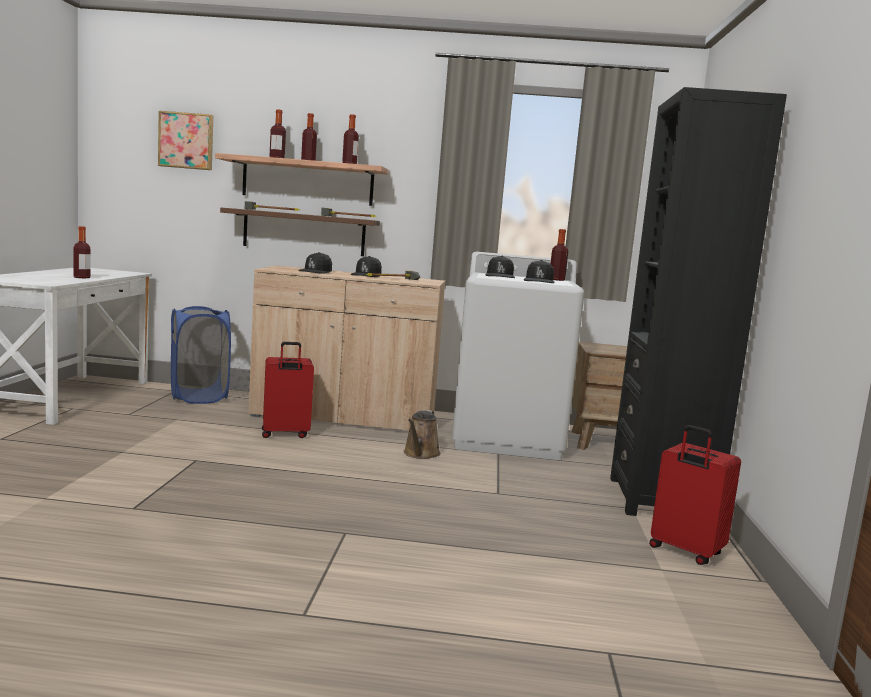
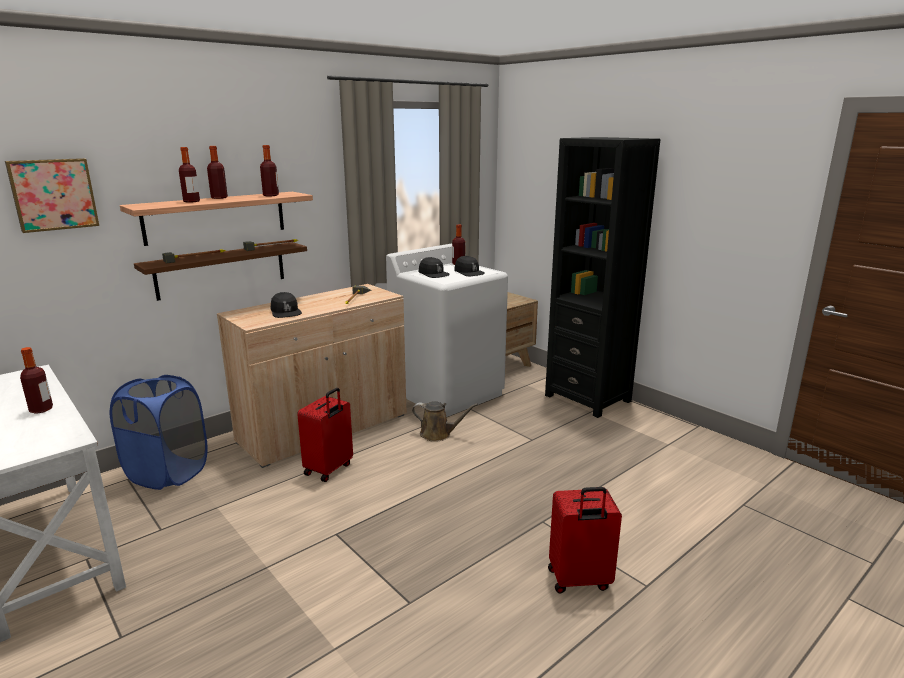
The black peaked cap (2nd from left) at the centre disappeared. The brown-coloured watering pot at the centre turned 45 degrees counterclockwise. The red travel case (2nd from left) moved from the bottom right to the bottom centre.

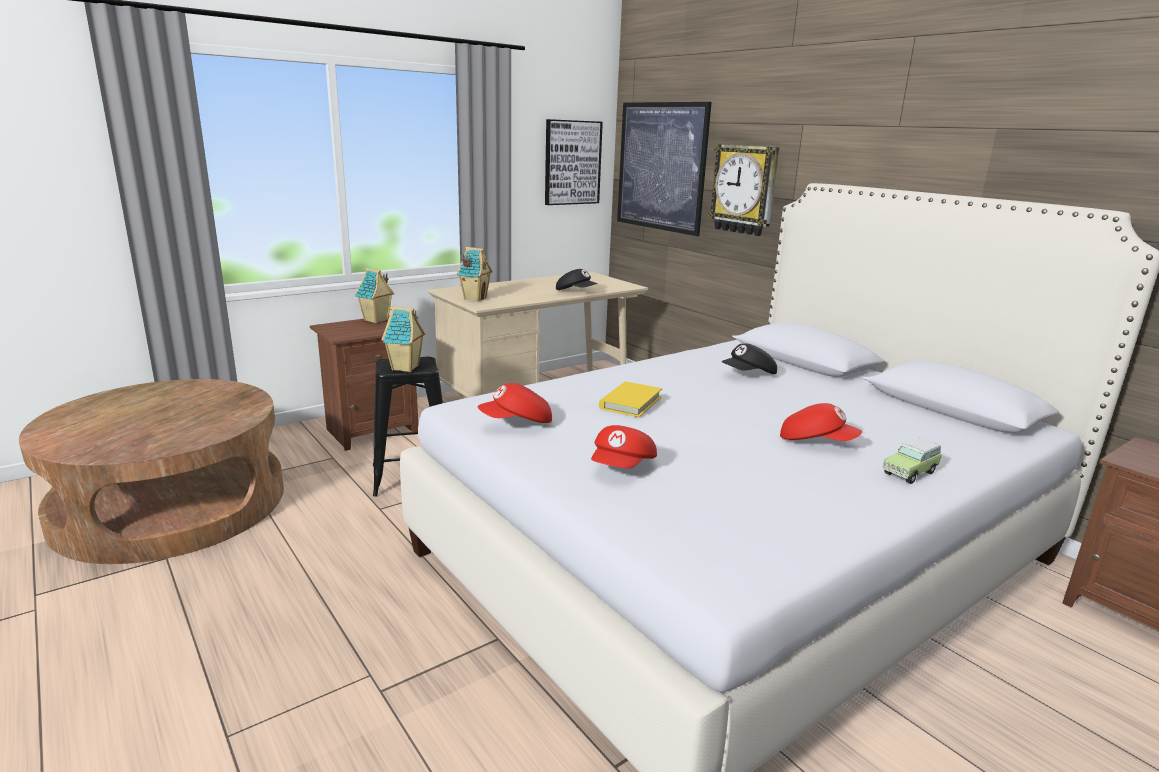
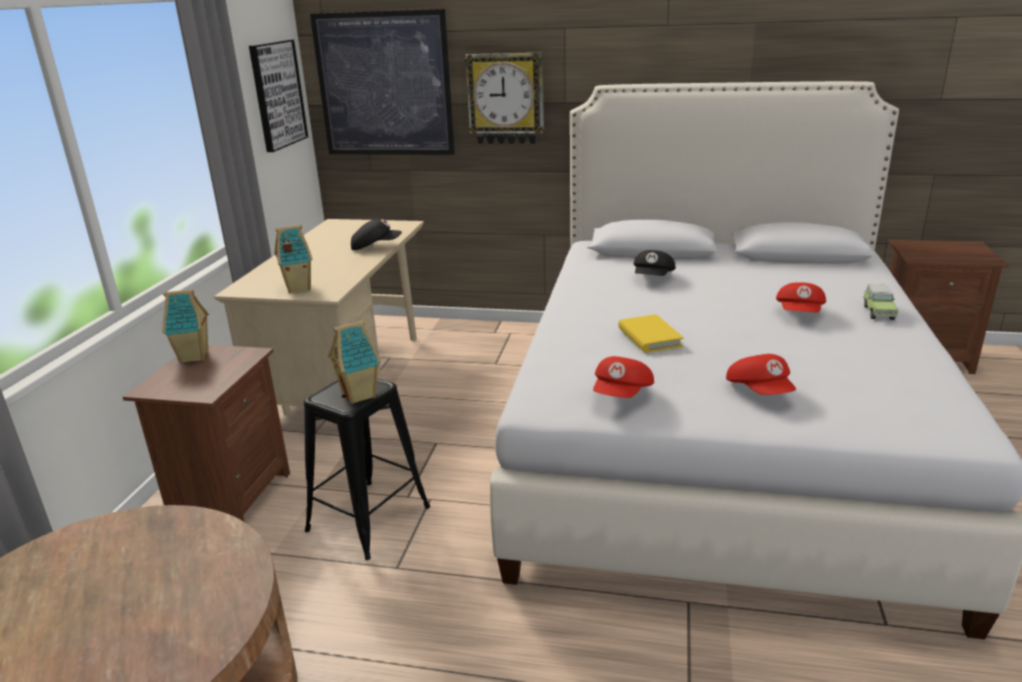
The red peaked cap (3rd from left) at the middle right turned 120 degrees clockwise.

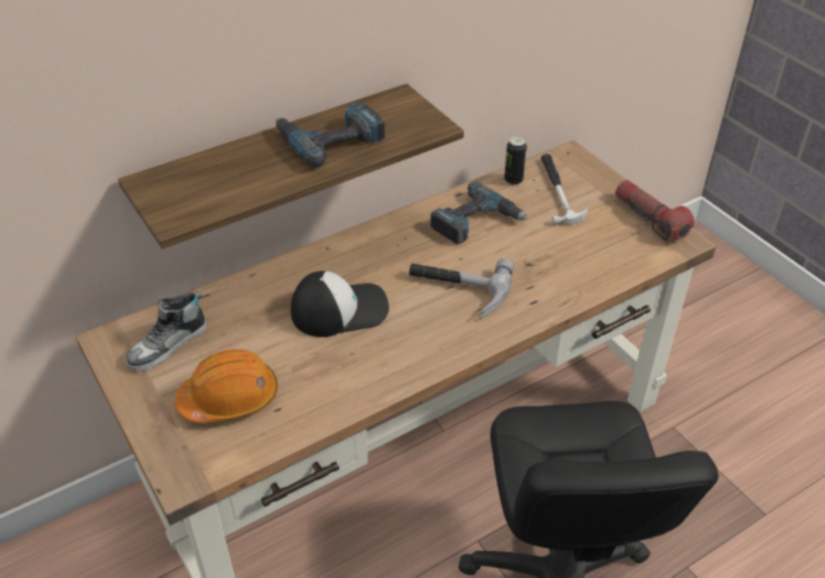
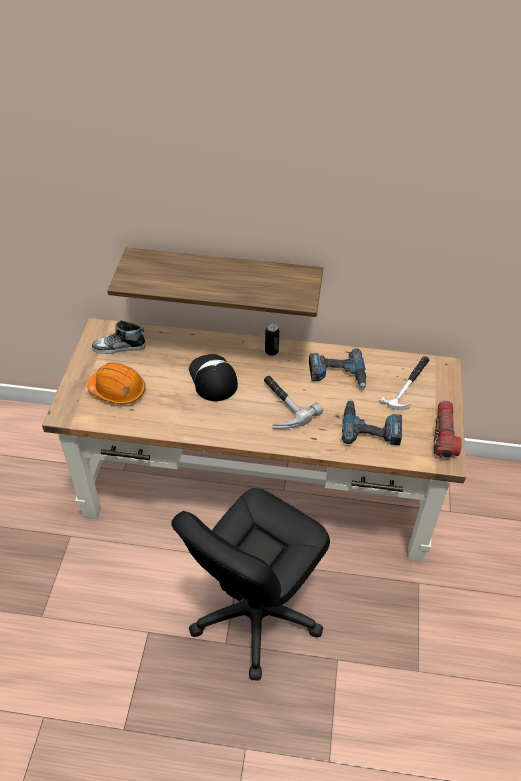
The power drill (1st from left in the first image) moved from the top centre to the middle right. The sealed can moved from the top centre to the centre. The peaked cap at the centre turned 135 degrees counterclockwise.

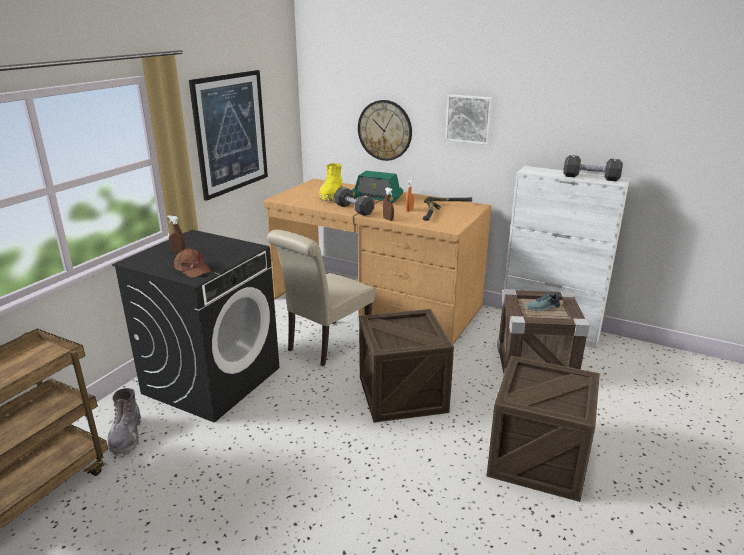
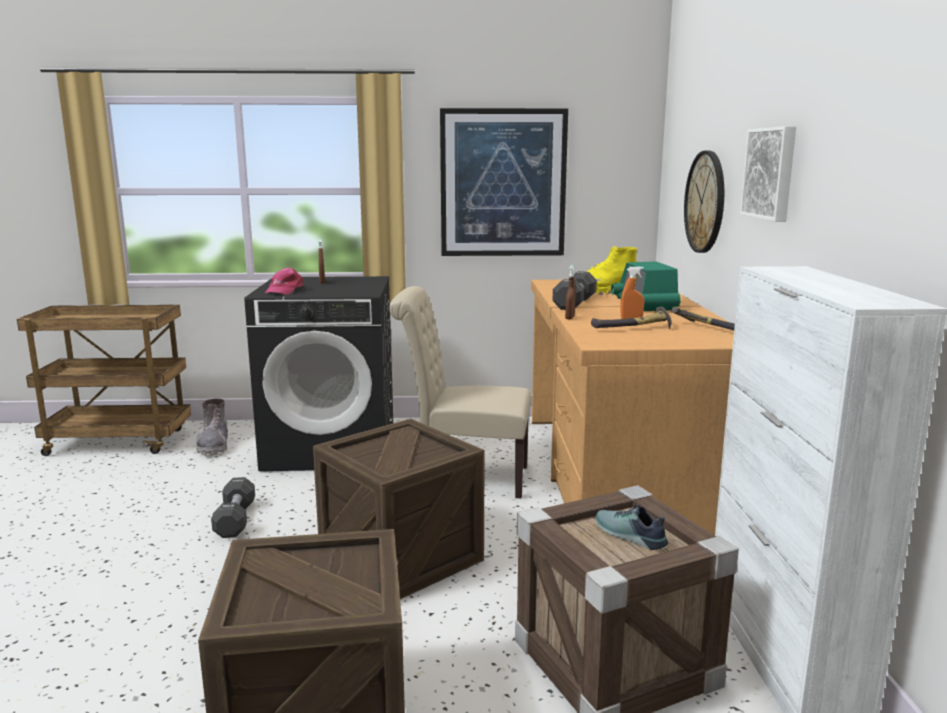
The black dumbbell (2nd from left in the first image) moved from the top right to the bottom left. The brown-coloured peaked cap at the middle left became the pink-coloured peaked cap at the middle left. The greyish boot at the bottom left turned 60 degrees counterclockwise.

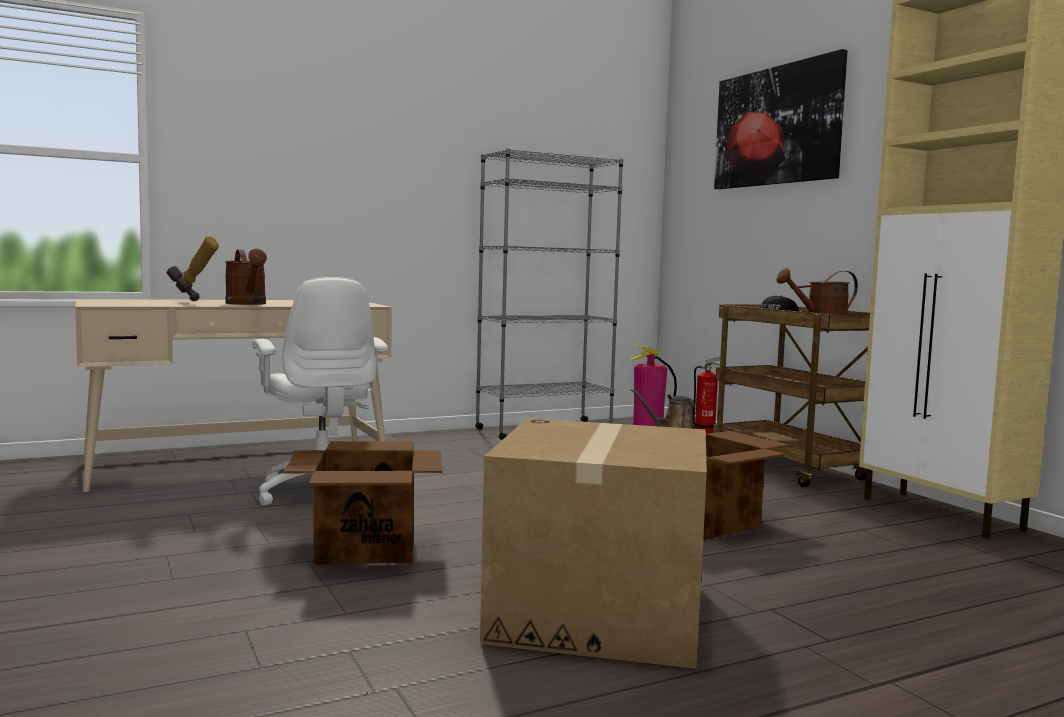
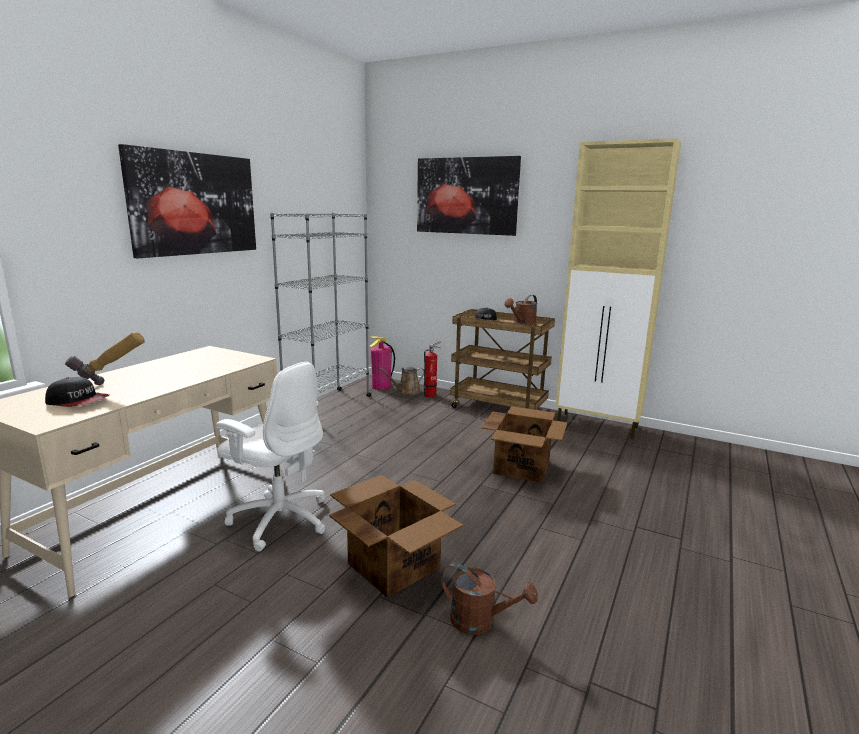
The brown-coloured watering pot (1st from left in the first image) moved from the middle left to the bottom centre. The packing box (2nd from left) at the bottom centre disappeared. The wall art (1st from left) at the top left appeared. The peaked cap (1st from left) at the middle left appeared.

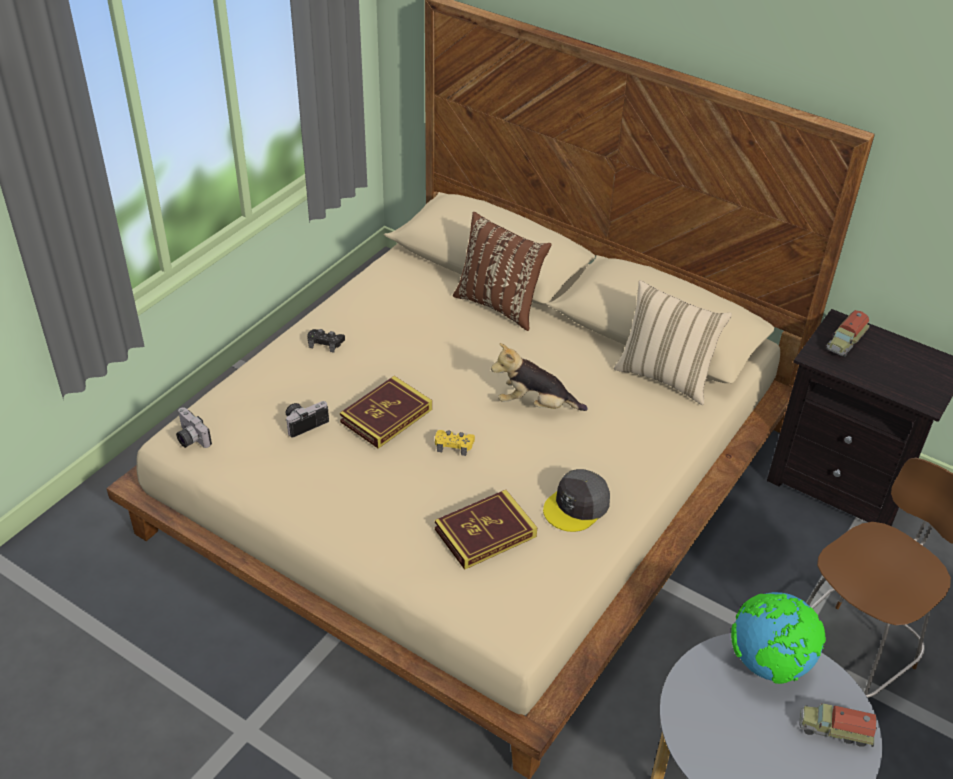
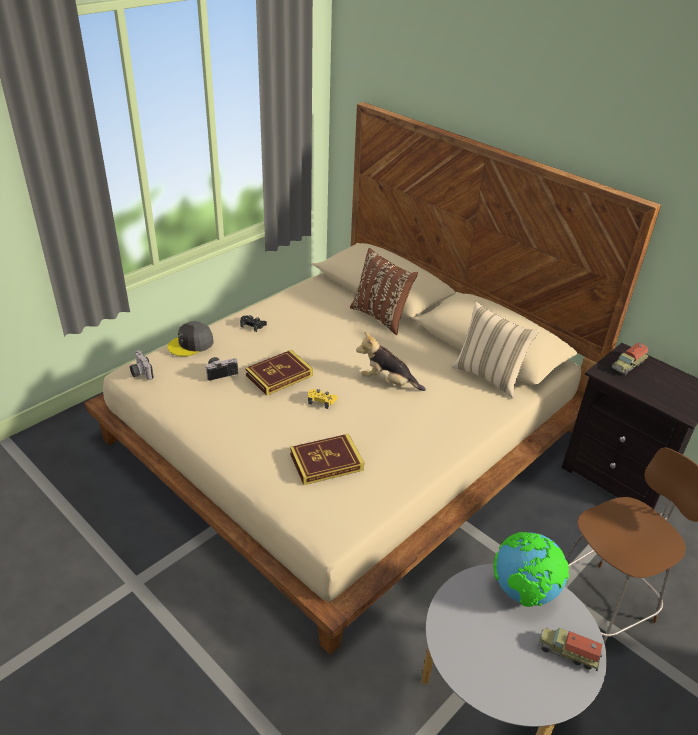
The greyish peaked cap moved from the centre to the middle left.

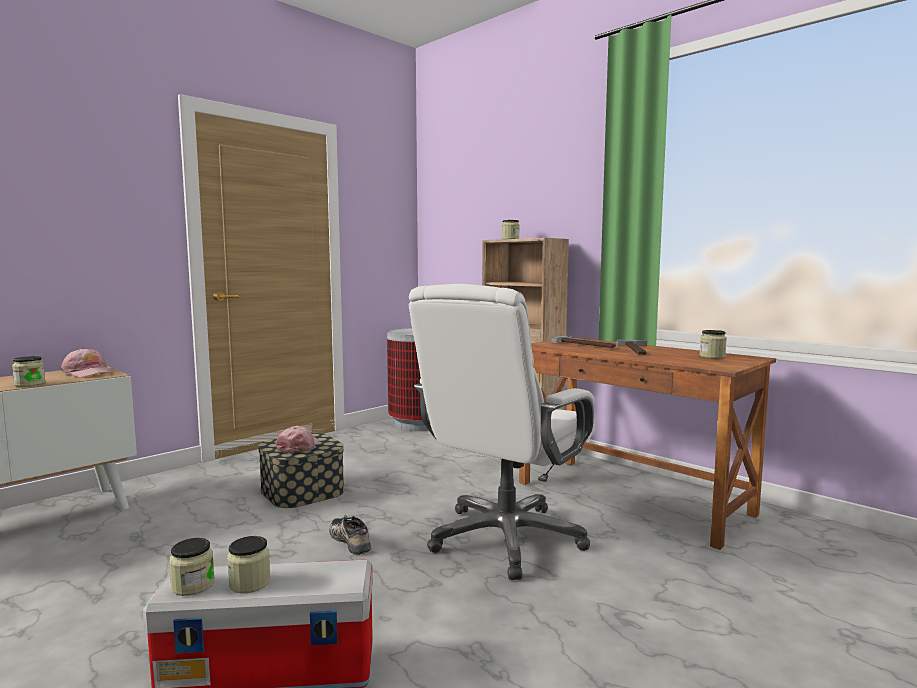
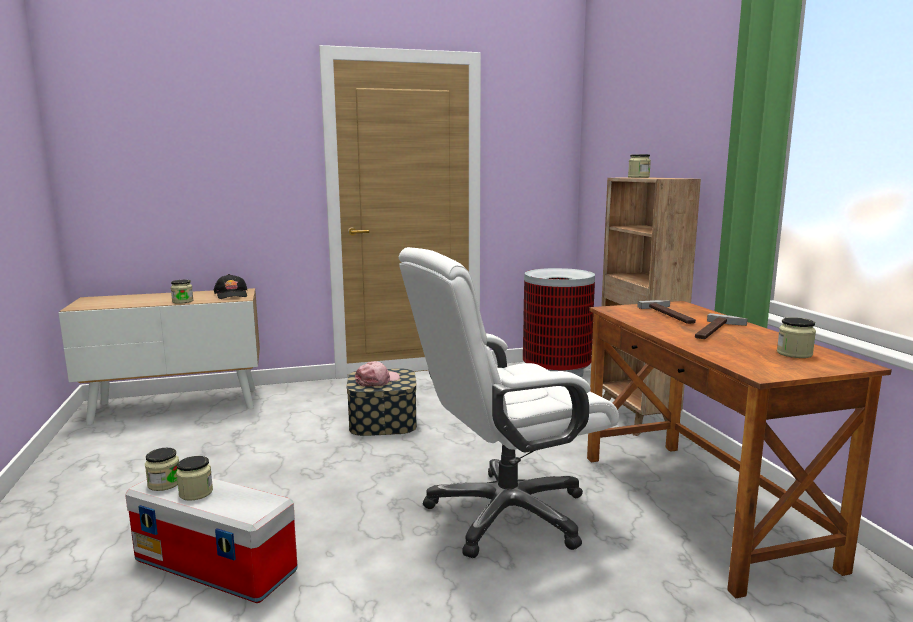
The pink-coloured peaked cap (1st from left) at the middle left became the black peaked cap at the middle left. The item of footwear at the bottom centre disappeared.

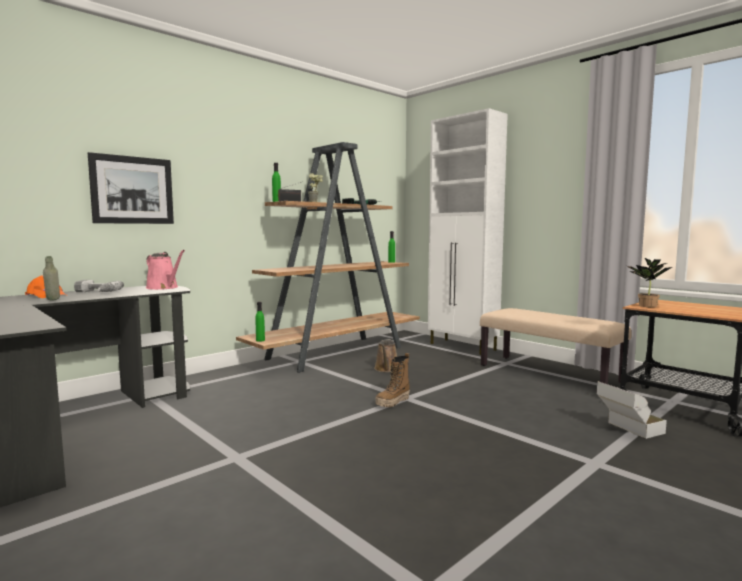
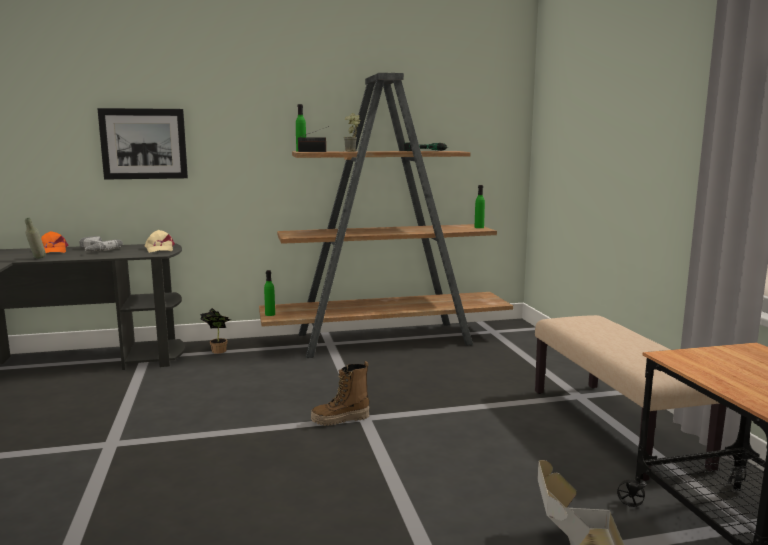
The white-coloured cabinet at the centre disappeared. The pink-coloured watering pot at the middle left was replaced by the beige-coloured peaked cap at the middle left. The houseplant (2nd from left in the first image) moved from the middle right to the middle left. The brown-coloured watering pot at the centre disappeared.

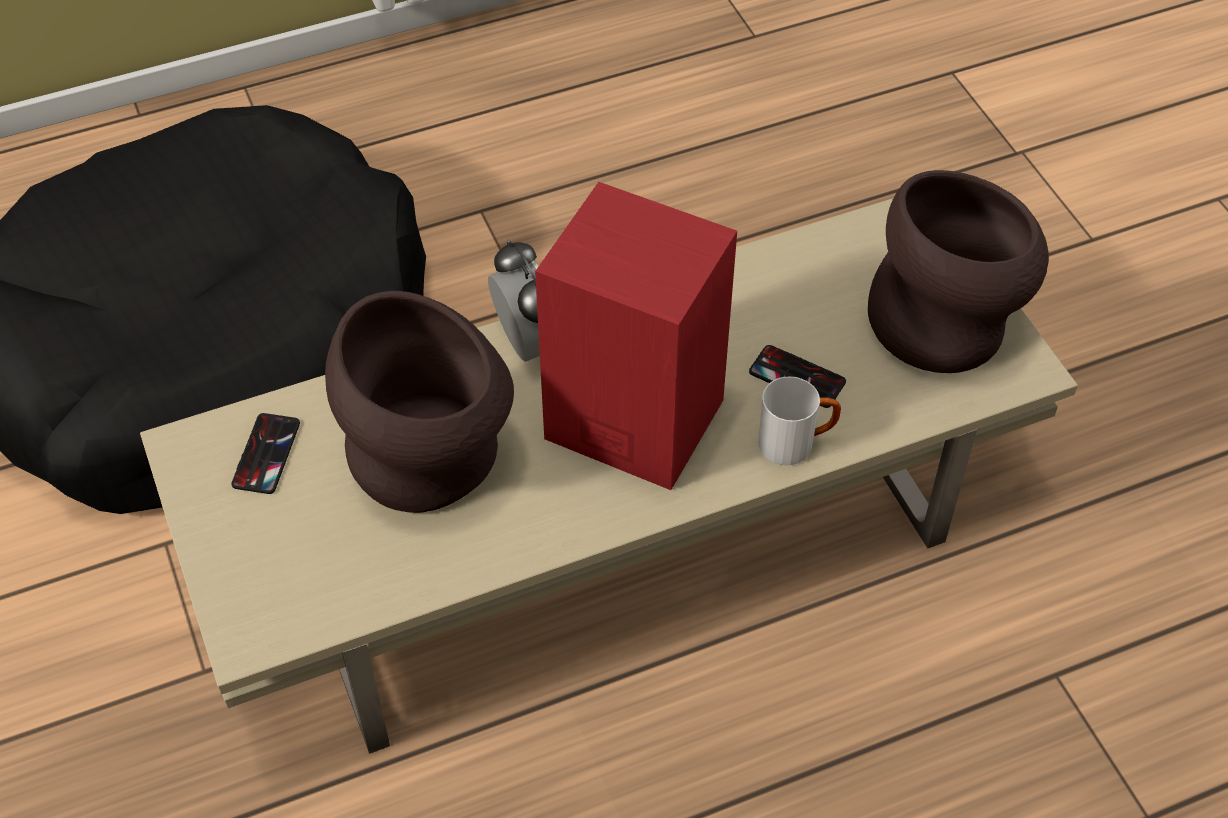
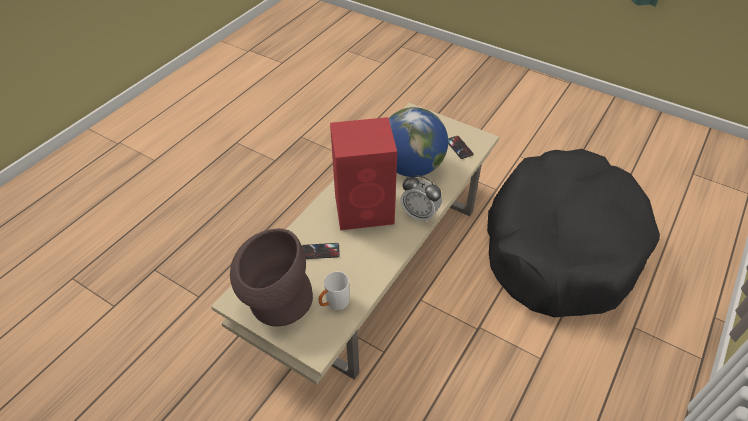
The brown-coloured decorative vase (1st from left) at the centre was replaced by the world globe at the centre. The white-coloured coffee mug moved from the centre to the bottom centre.

